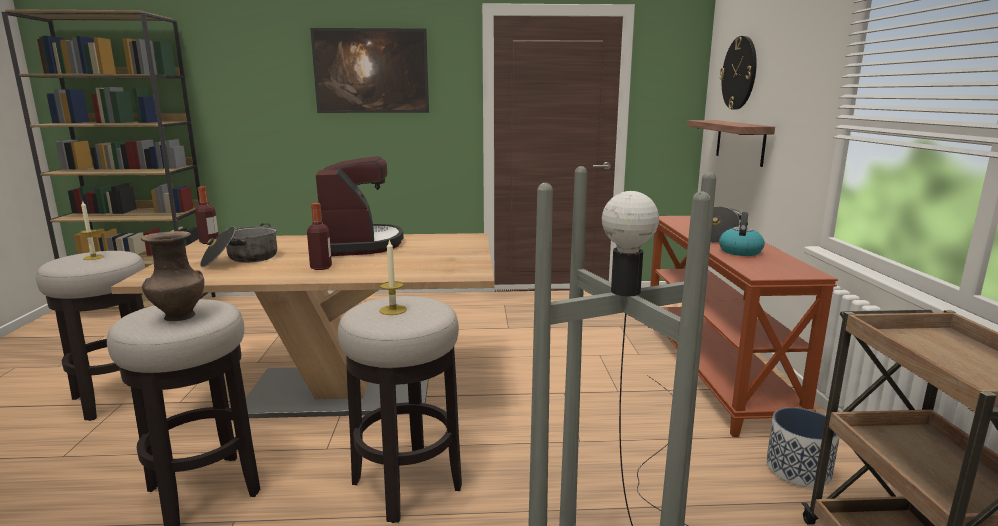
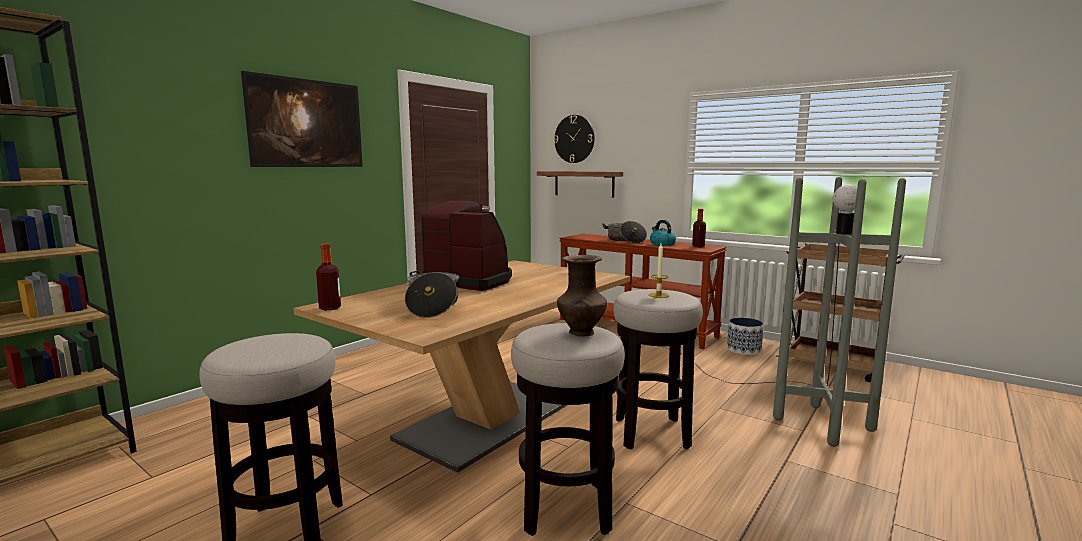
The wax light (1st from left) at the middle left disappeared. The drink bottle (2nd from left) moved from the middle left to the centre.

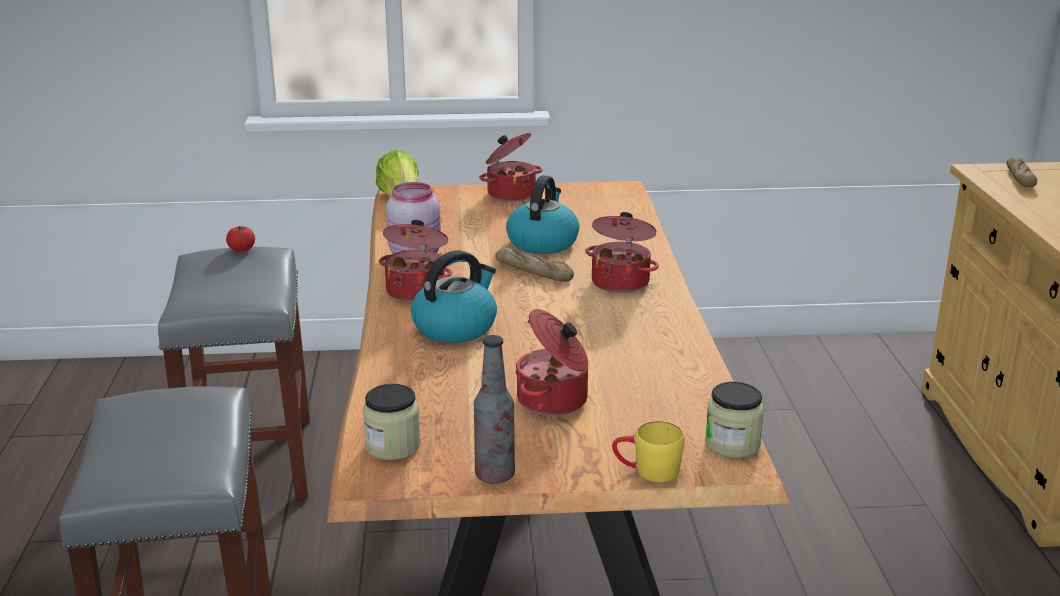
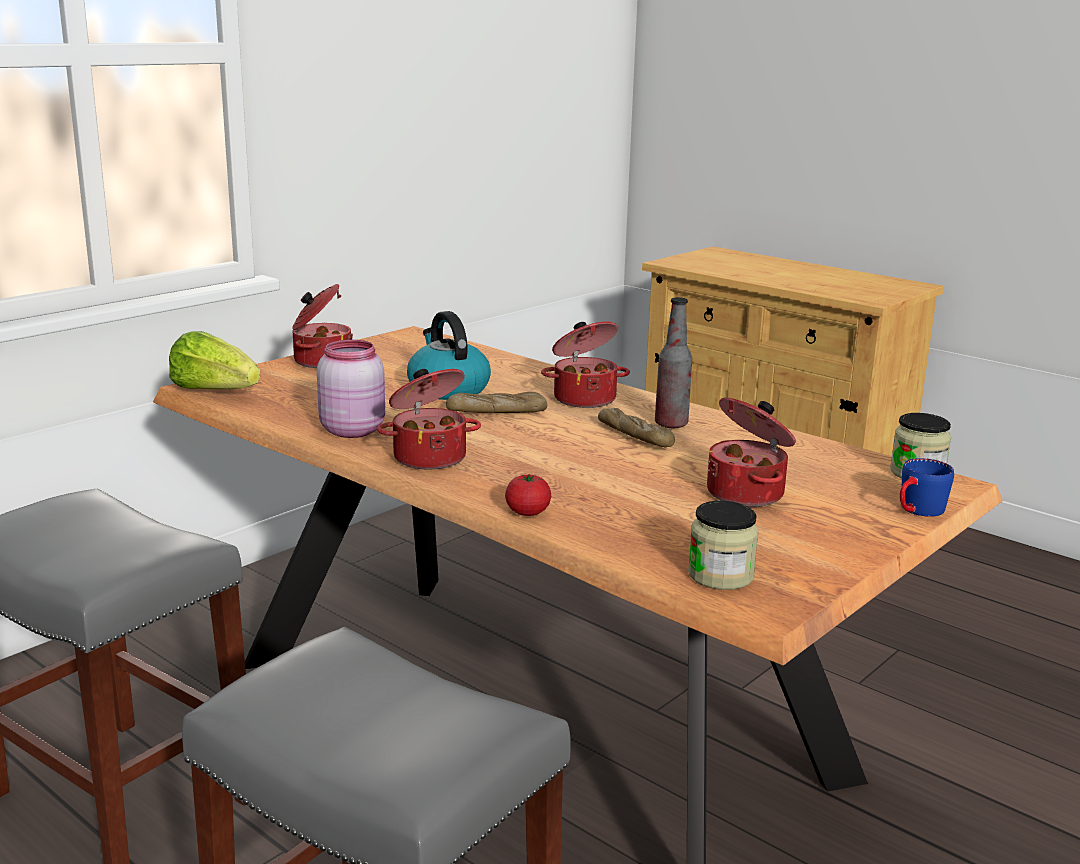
The bread (2nd from left) moved from the top right to the centre. The tomato moved from the middle left to the centre. The kettle (1st from left) at the centre disappeared. The drink bottle moved from the bottom centre to the centre. The yellow coffee mug at the bottom centre became the bluish coffee mug at the middle right.

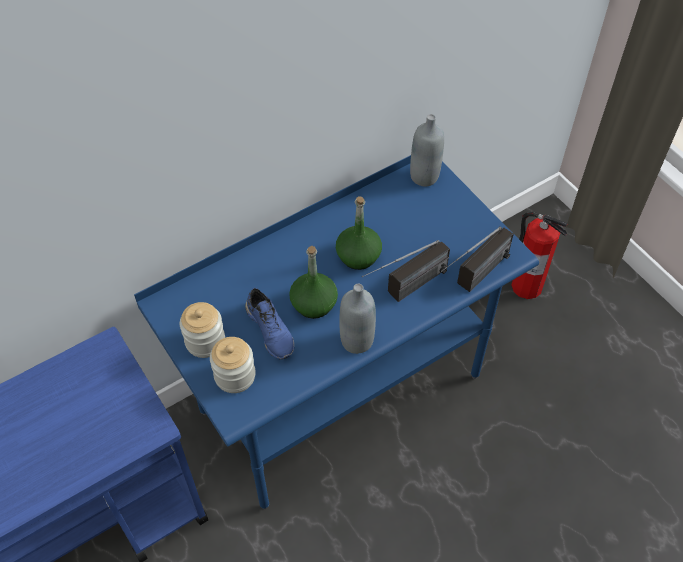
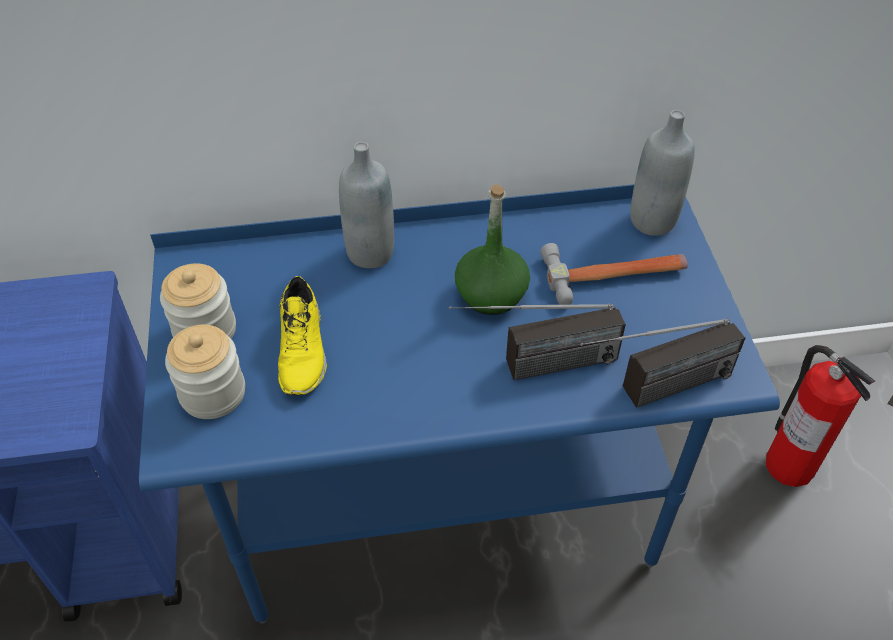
The green drink bottle (1st from left) at the centre disappeared. The greyish drink bottle (1st from left) moved from the centre to the top centre. The bluish item of footwear at the centre became the yellow item of footwear at the centre. The hammer at the middle right appeared.

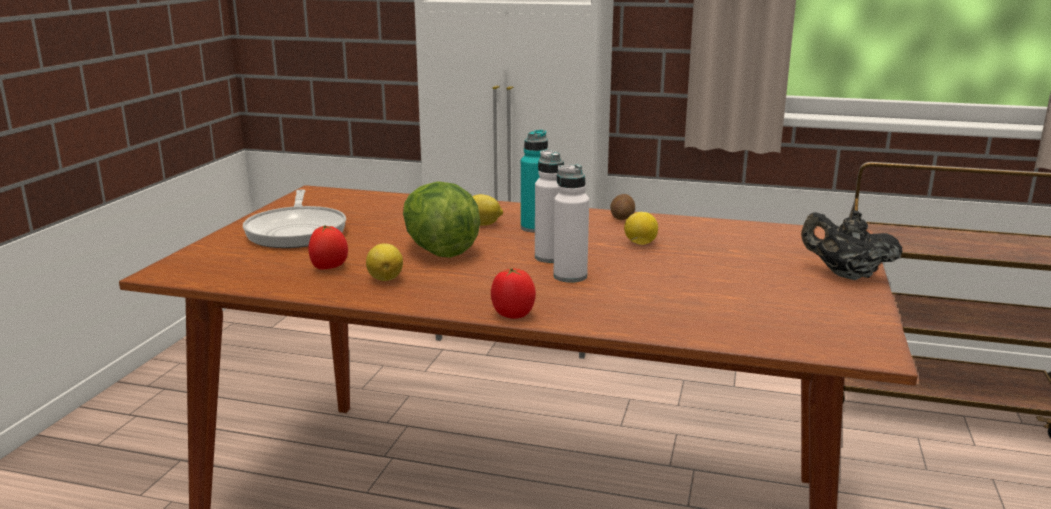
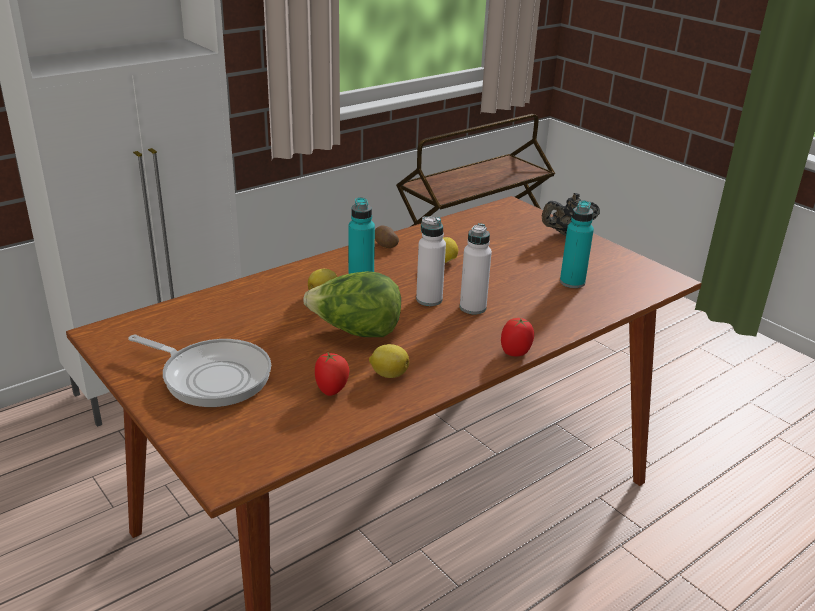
The turquoise-coloured drink bottle (2nd from left) at the middle right appeared.

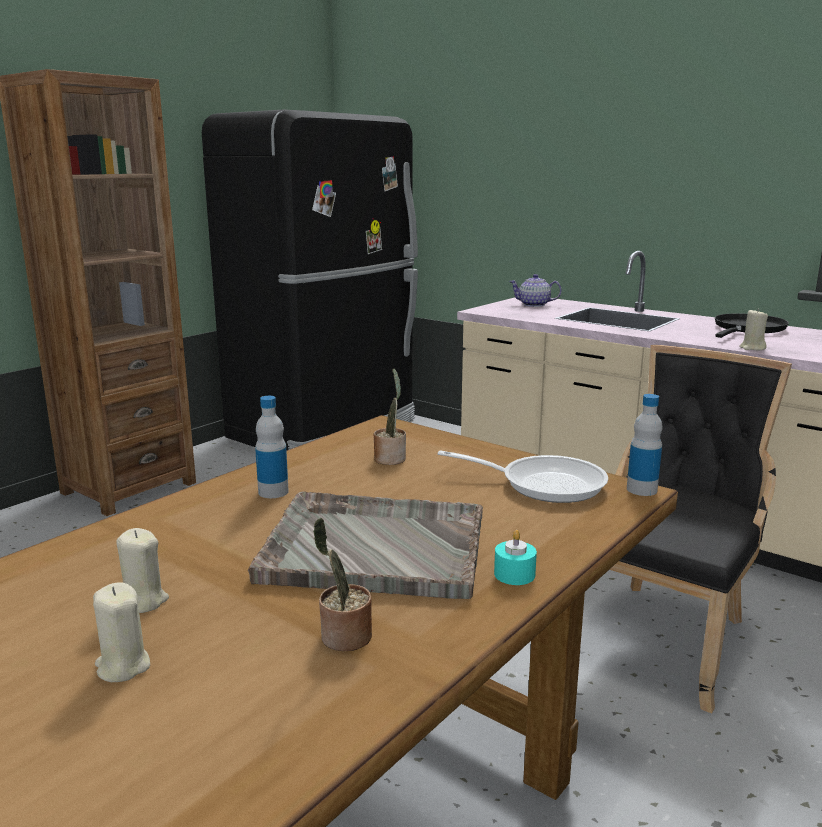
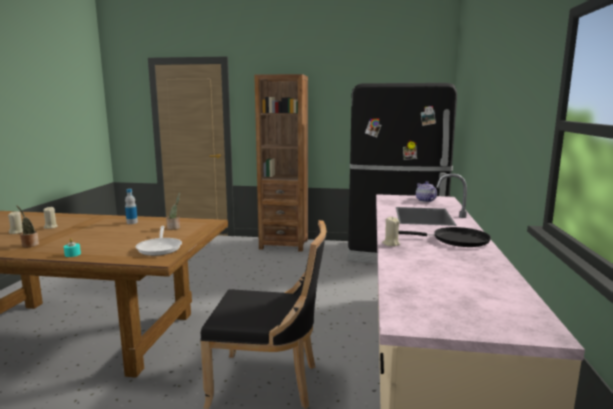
The drink bottle (2nd from left) at the middle right disappeared. The greyish carrying tray at the centre disappeared.

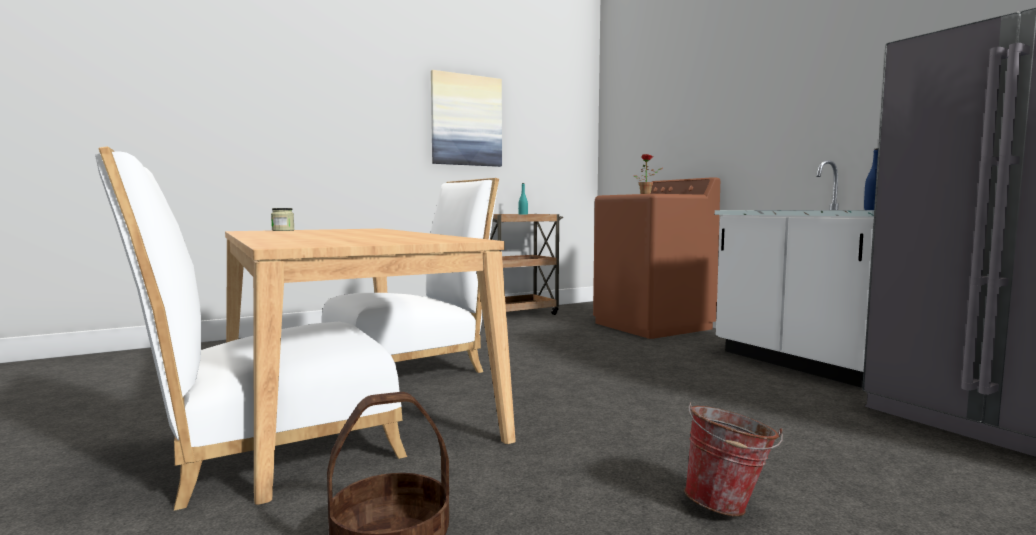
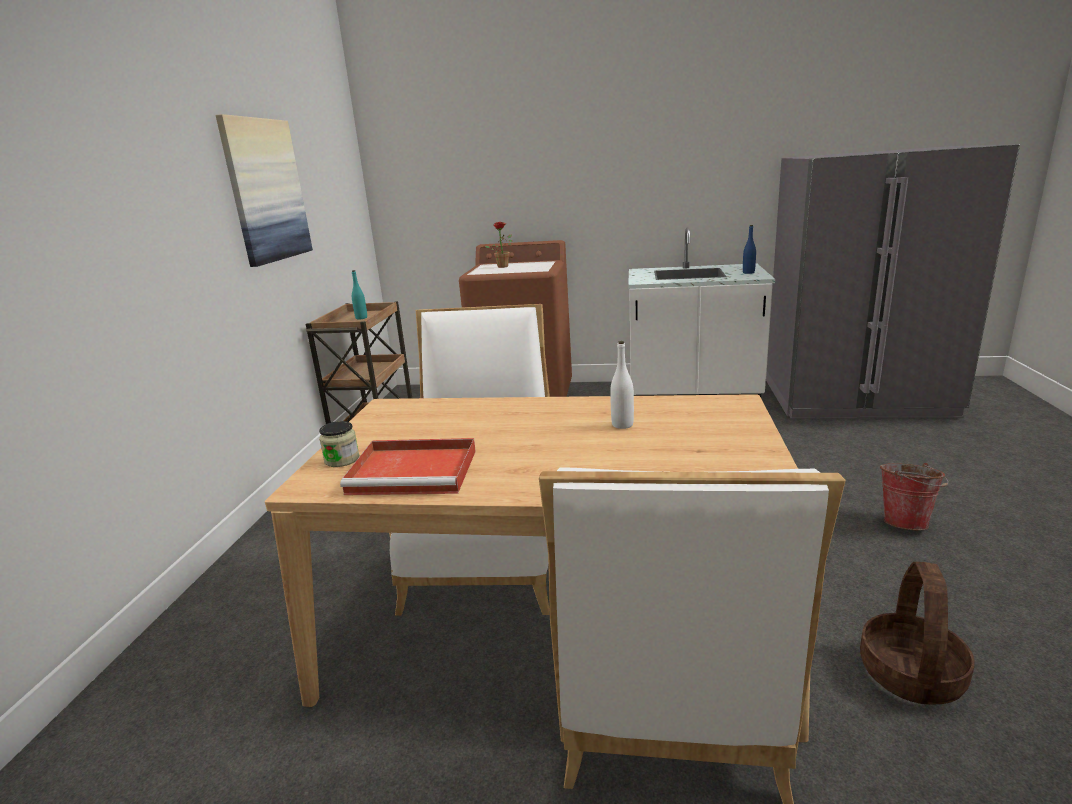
The white-coloured drink bottle at the centre appeared. The red carrying tray at the centre appeared.

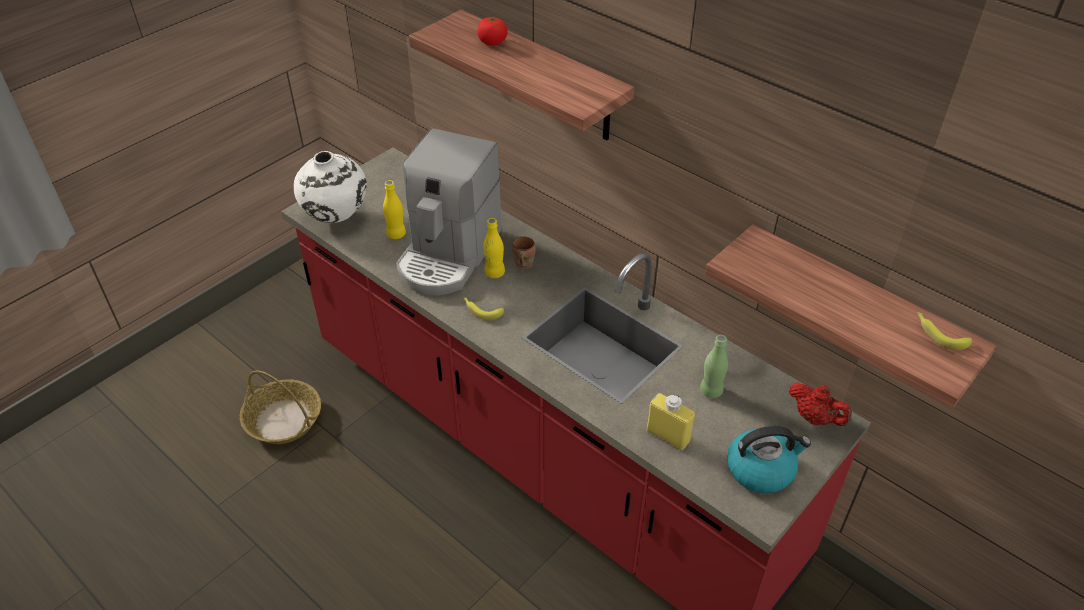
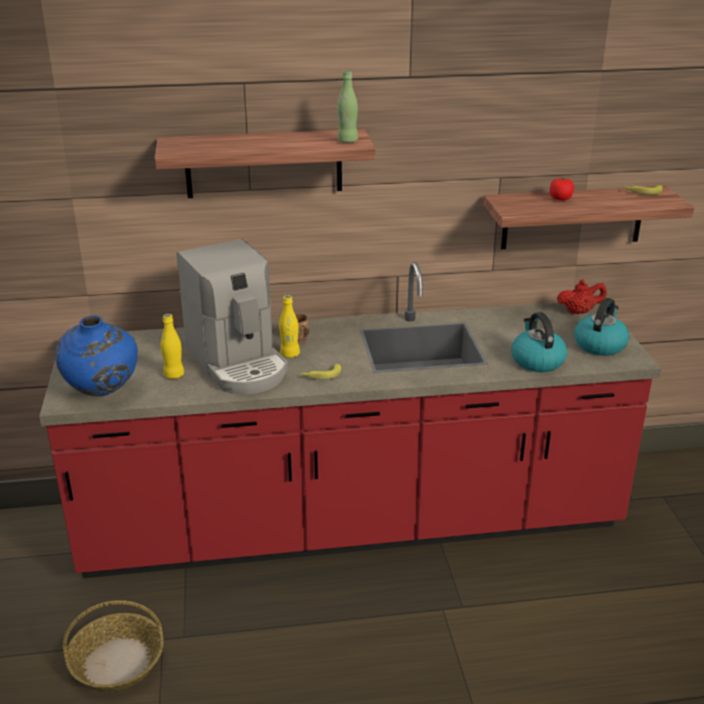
The tomato moved from the top centre to the top right. The white-coloured decorative vase at the top left became the bluish decorative vase at the middle left. The green drink bottle moved from the centre to the top centre. The yellow drink bottle (3rd from left) at the bottom centre was replaced by the kettle (1st from left) at the middle right.

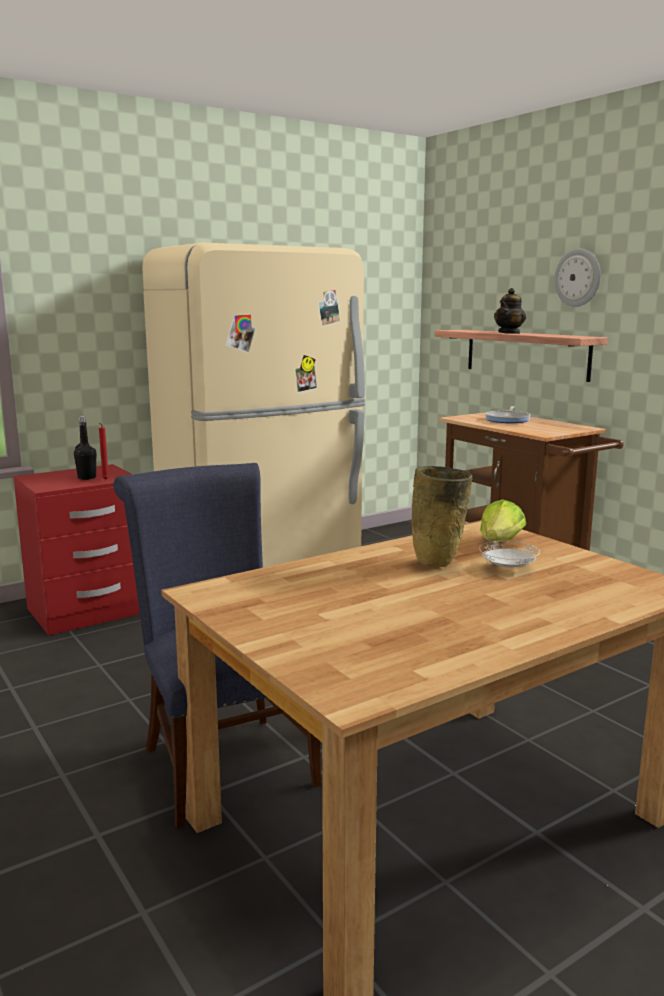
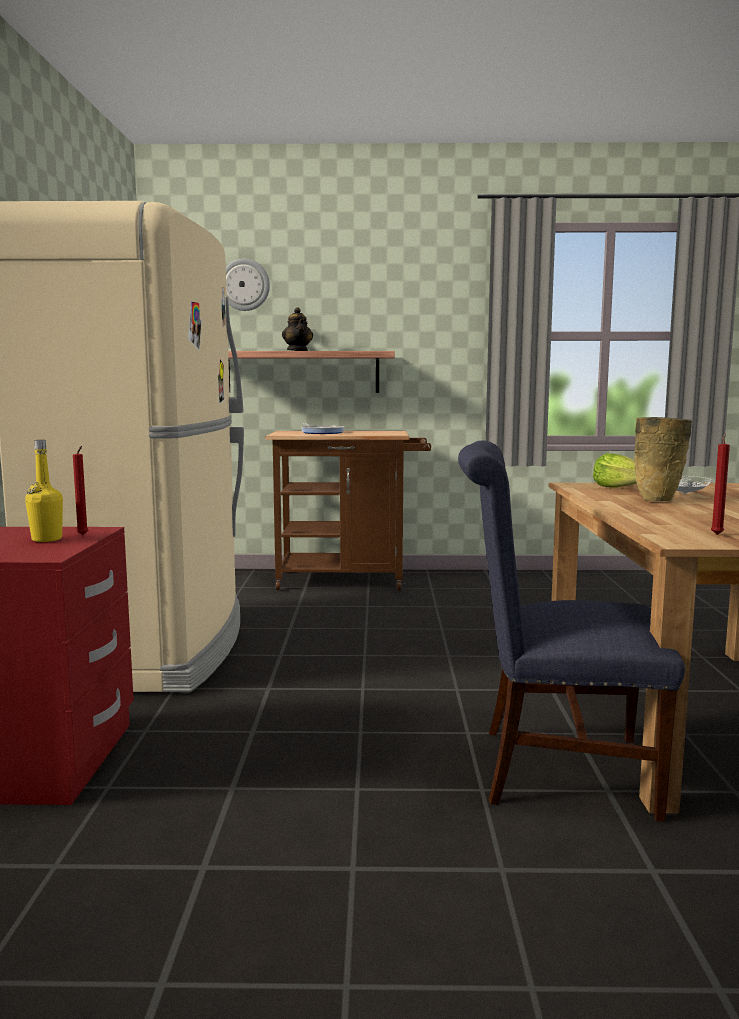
The clock on the wall moved from the top right to the top centre. The black drink bottle at the middle left became the yellow drink bottle at the middle left. The red wax light (2nd from left) at the middle right appeared.

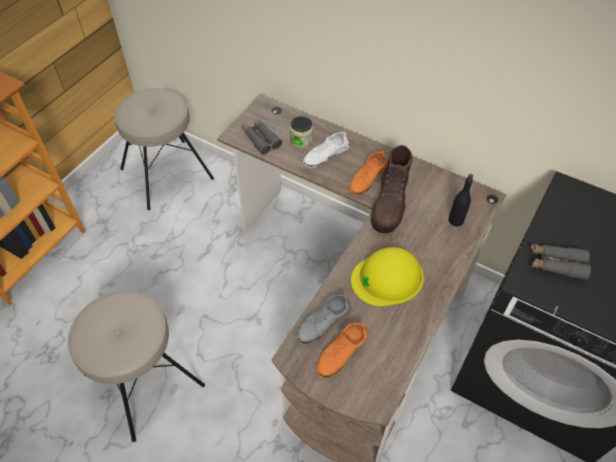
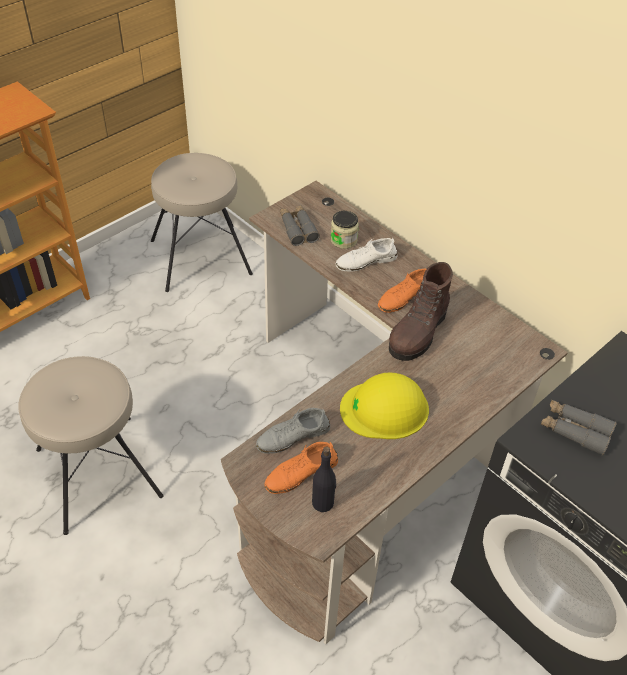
The black drink bottle moved from the middle right to the bottom centre.

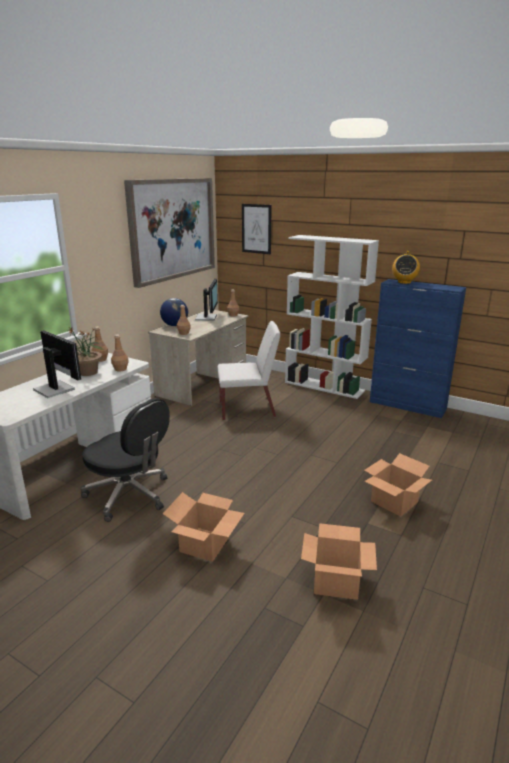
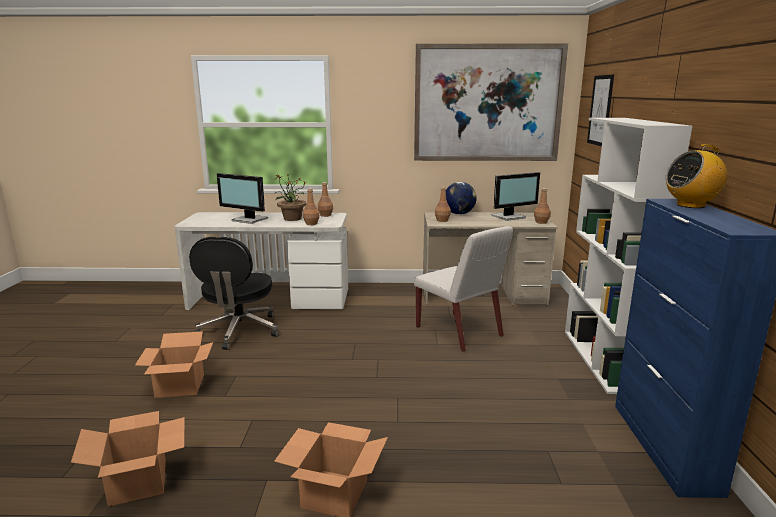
The monitor (1st from left) at the middle left turned 105 degrees clockwise.

